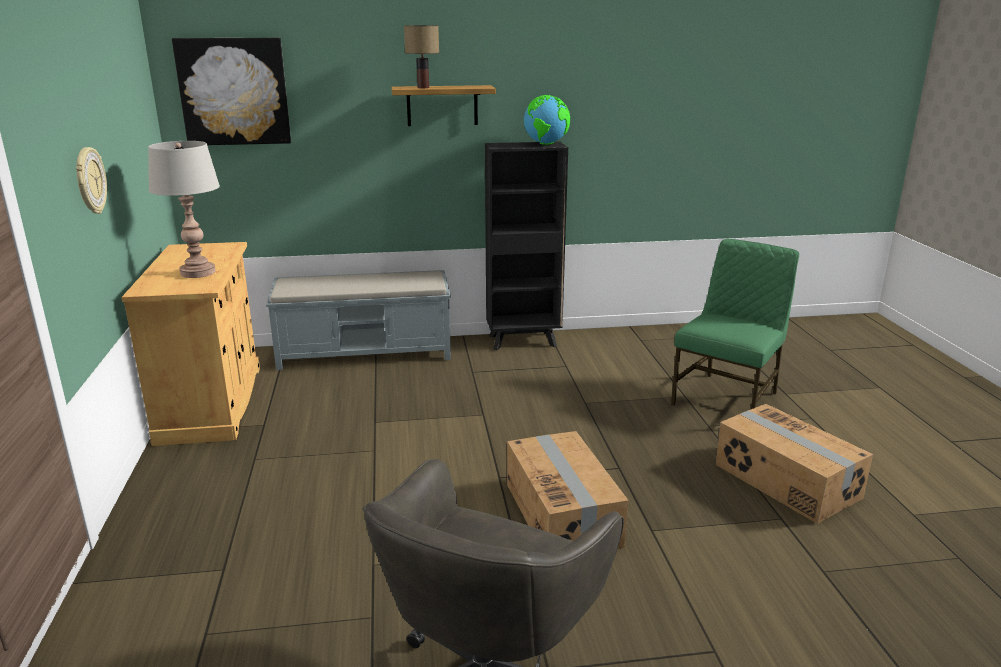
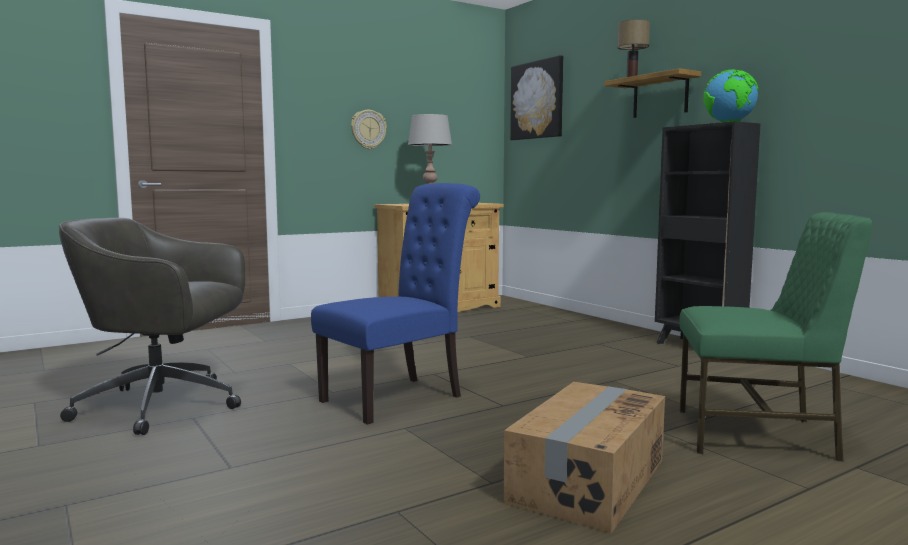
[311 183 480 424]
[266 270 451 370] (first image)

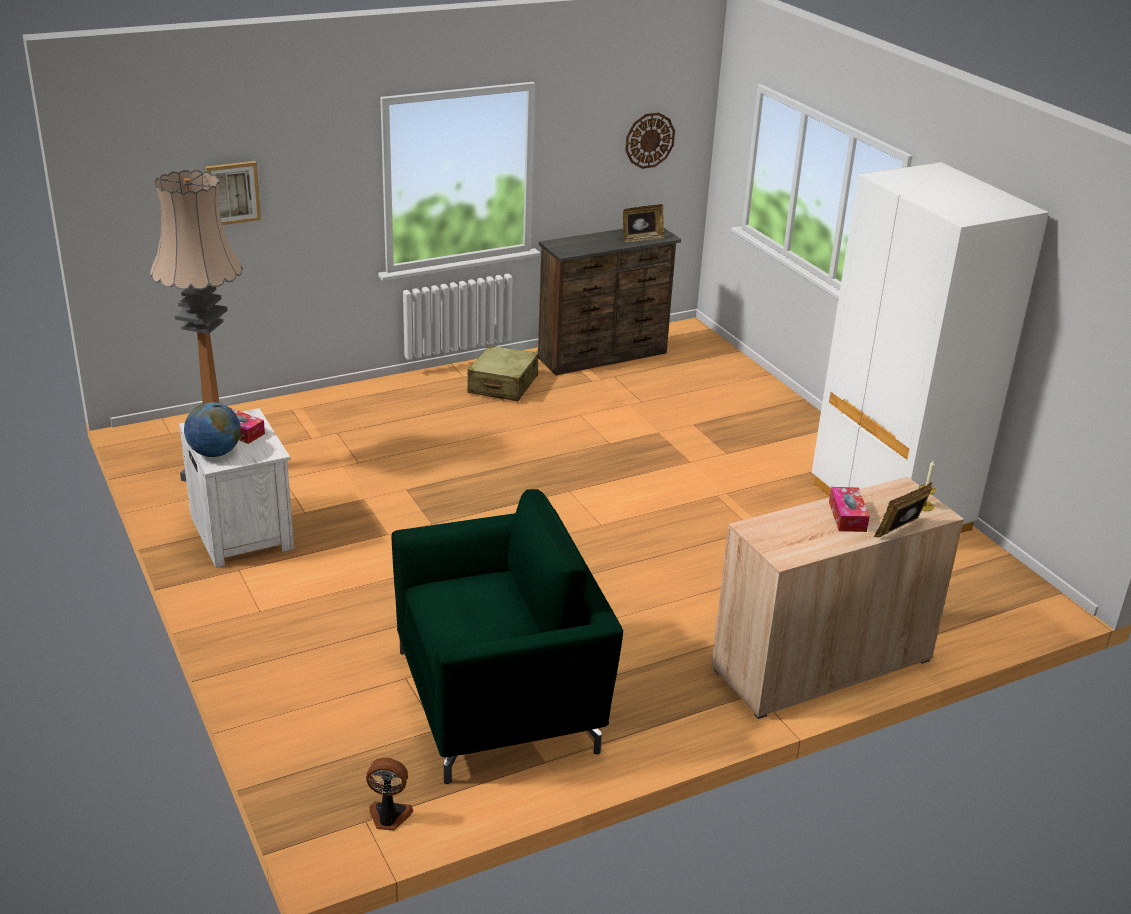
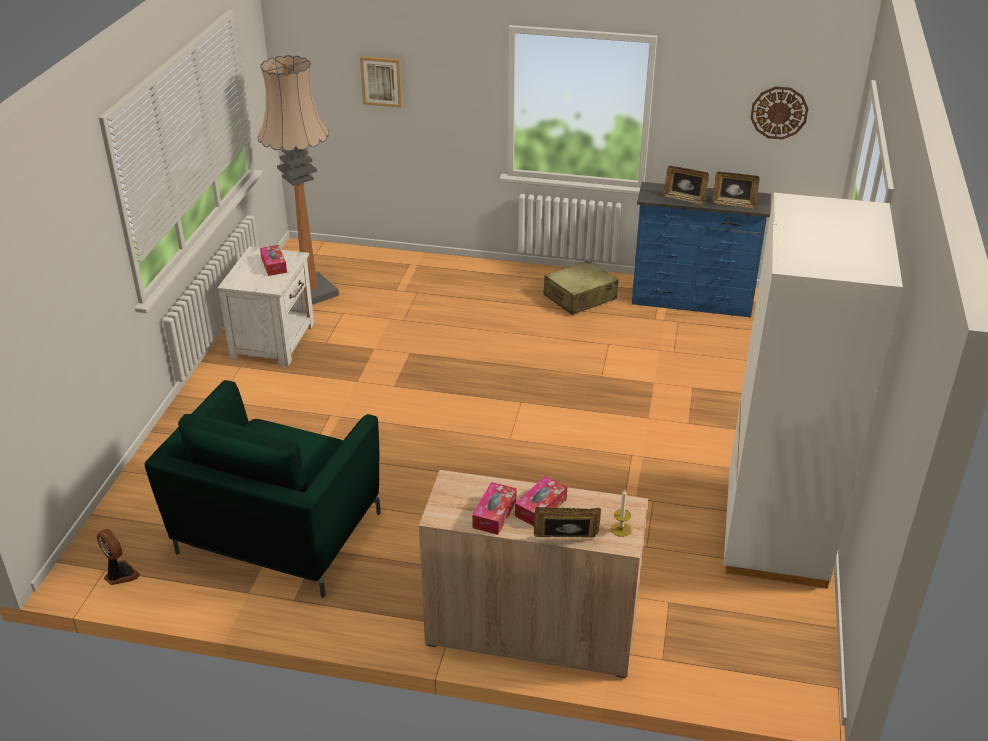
[144 380 381 598]
[472 482 516 535]
[632 182 771 318]
[663 166 709 205]
[184 402 241 457] (first image)

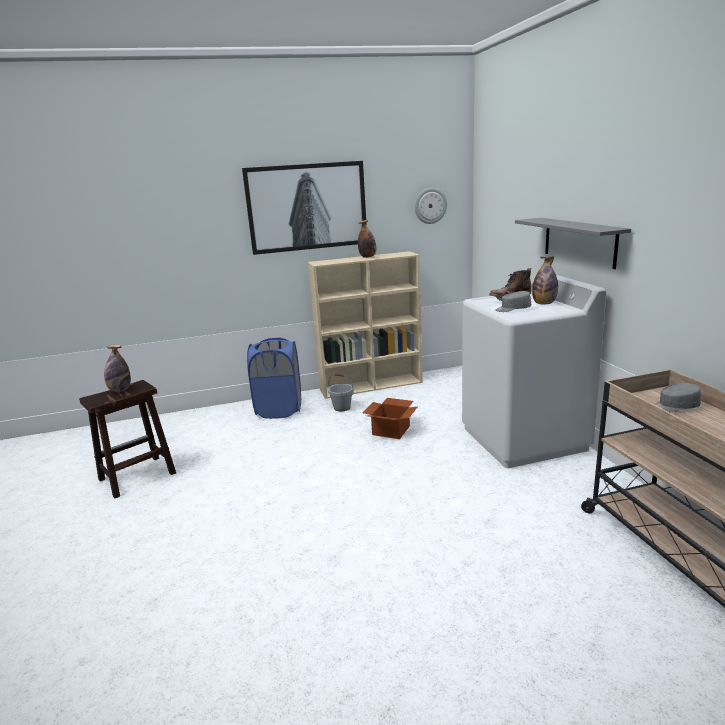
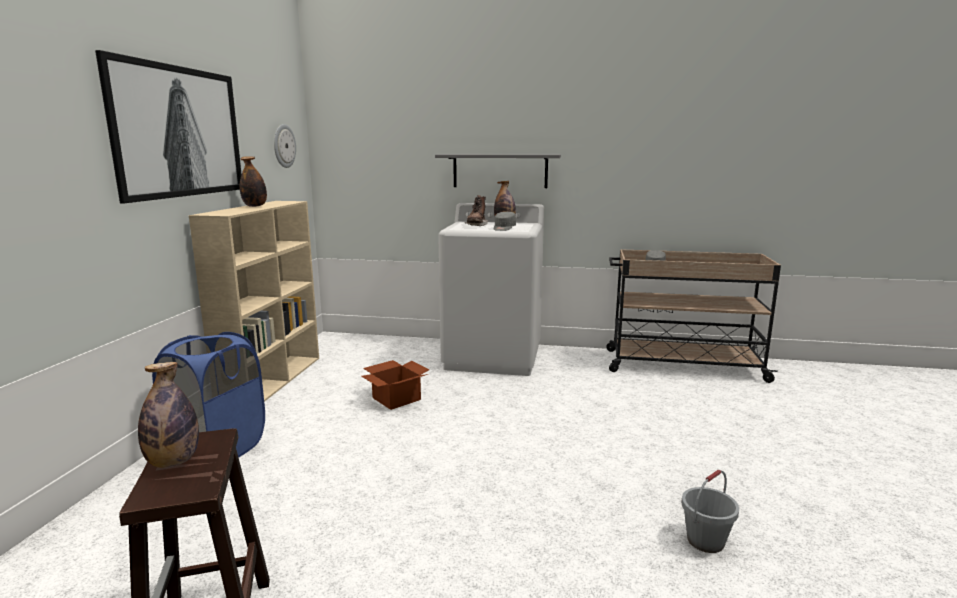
[681 470 739 553]

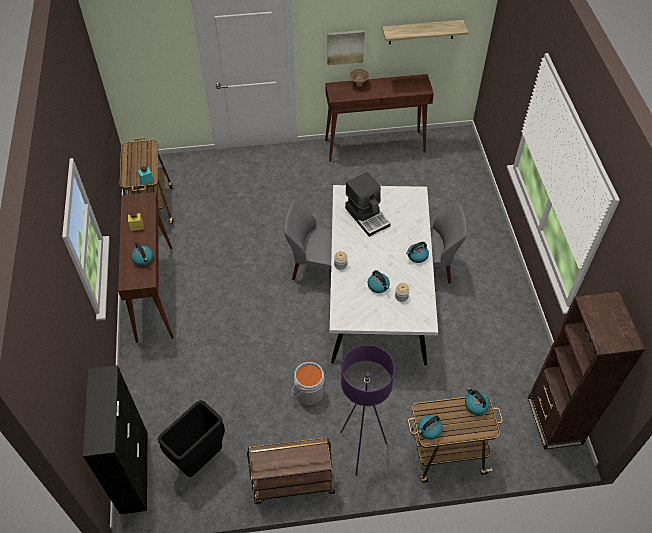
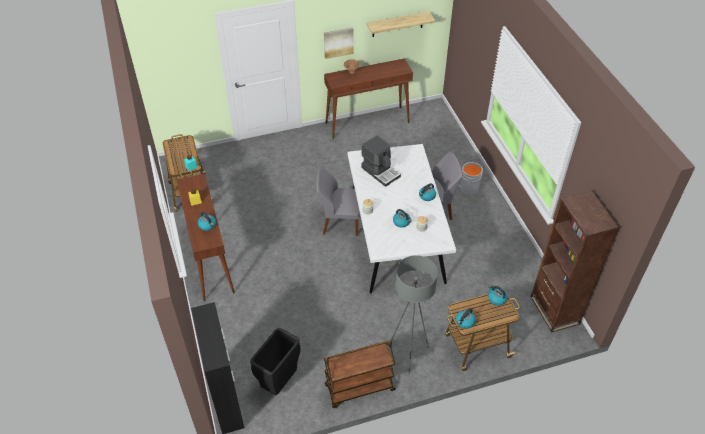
[389 255 438 374]
[459 162 483 195]

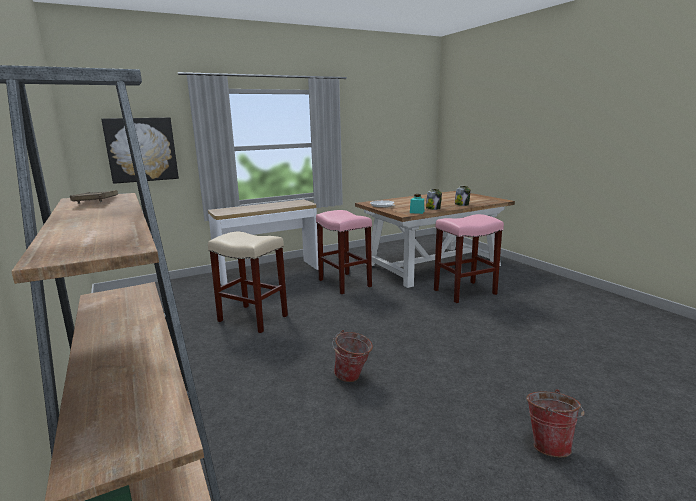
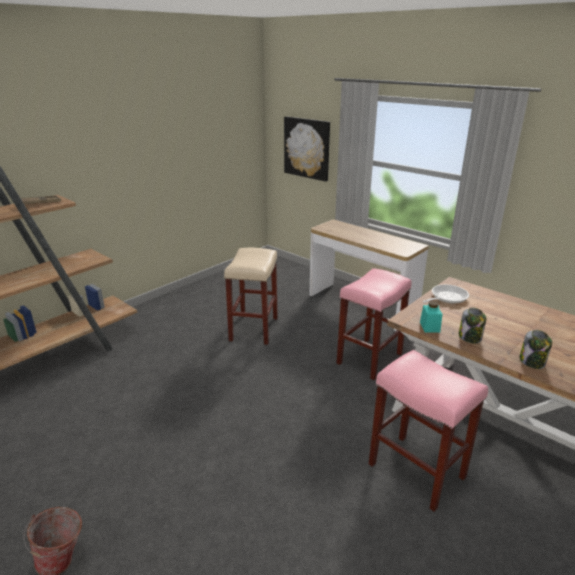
[332 330 373 382] (first image)

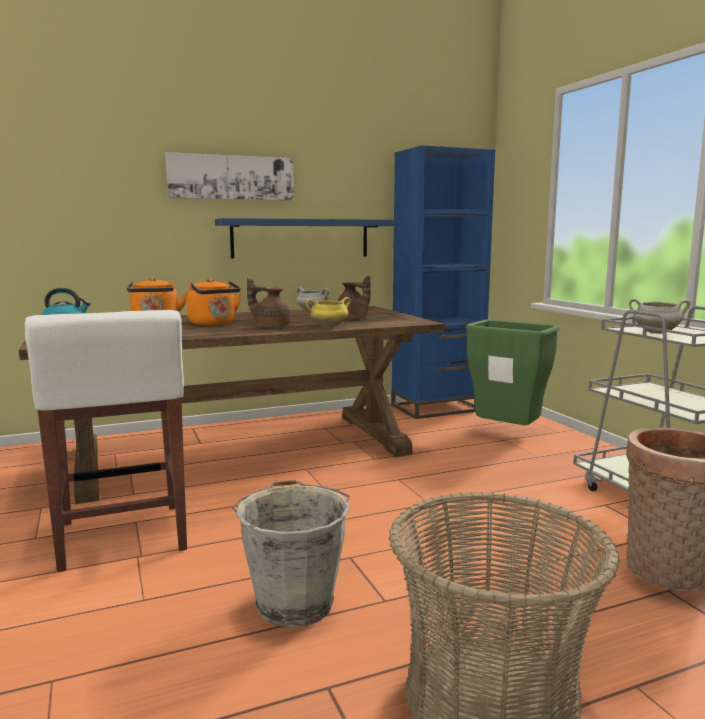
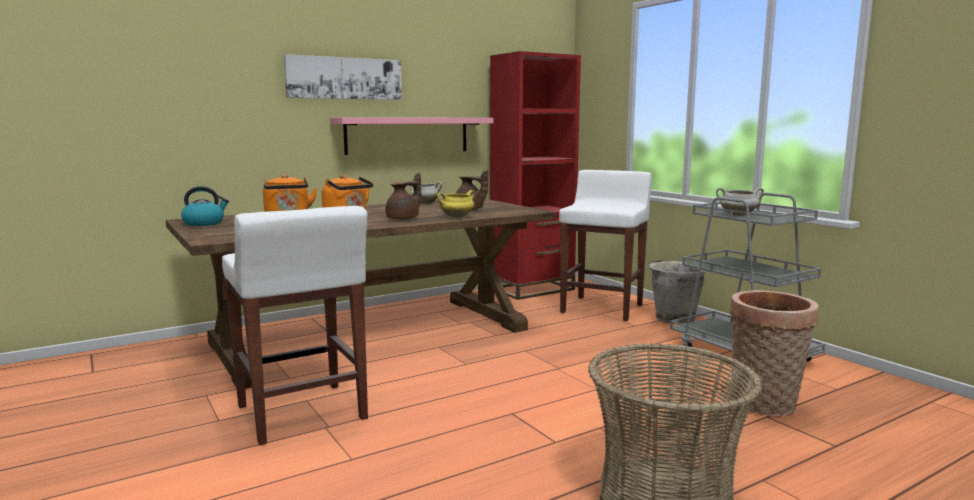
[330 117 494 155]
[385 173 422 220]
[490 51 581 300]
[559 170 652 321]
[648 259 706 324]

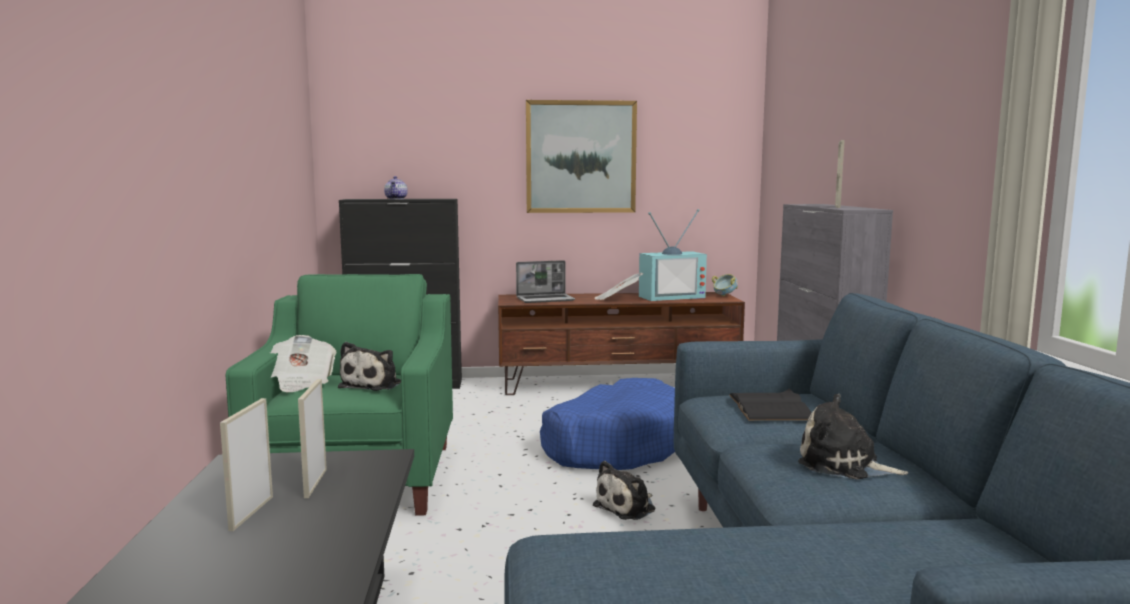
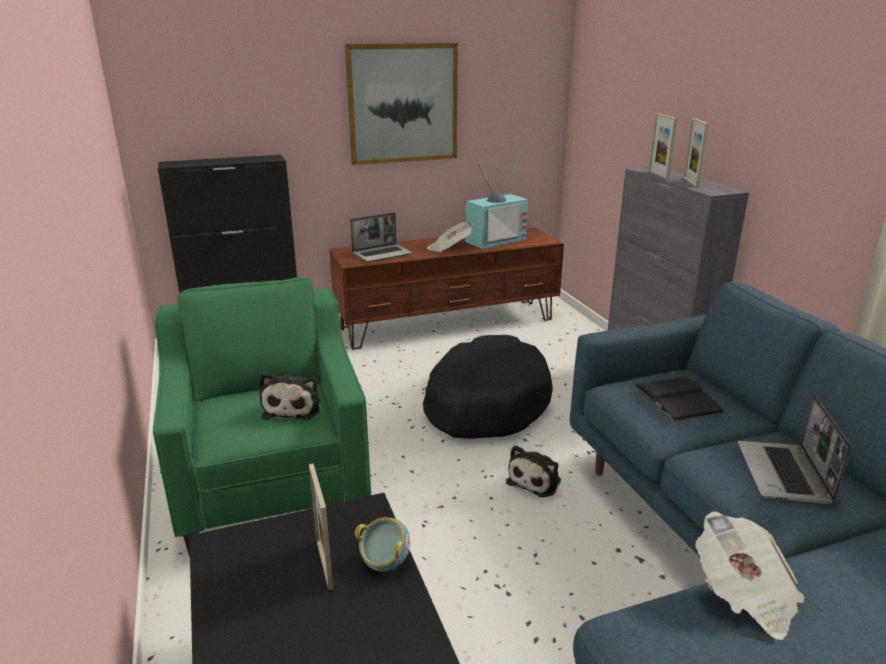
[355 517 410 572]
[423 335 553 439]
[648 113 677 179]
[696 511 805 640]
[738 395 851 504]
[384 176 408 199] (first image)

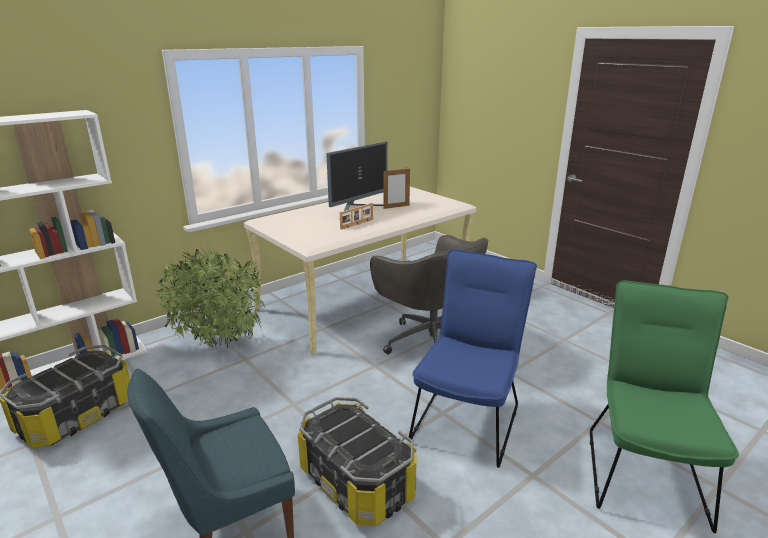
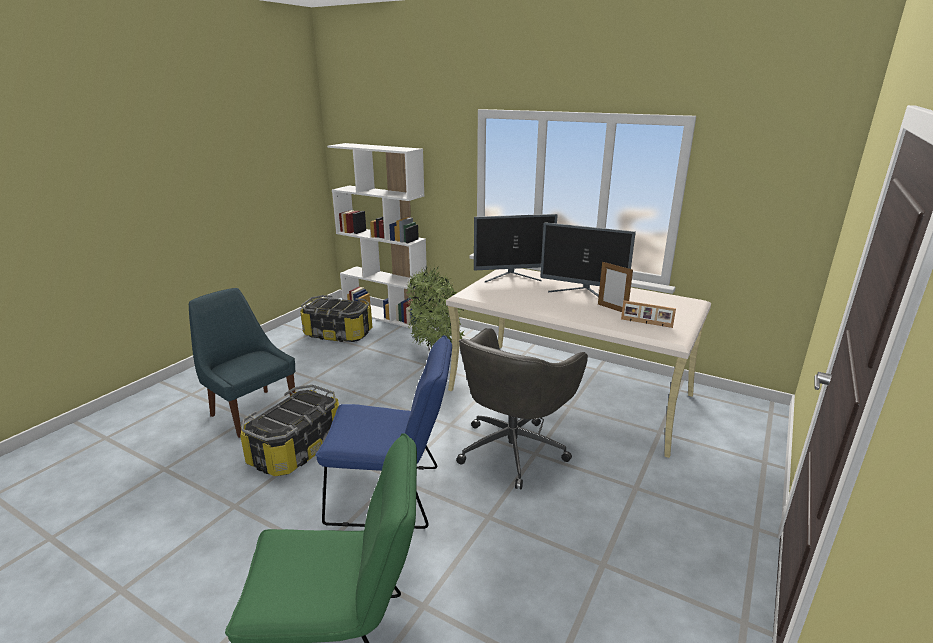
[474 214 558 282]
[621 300 676 328]

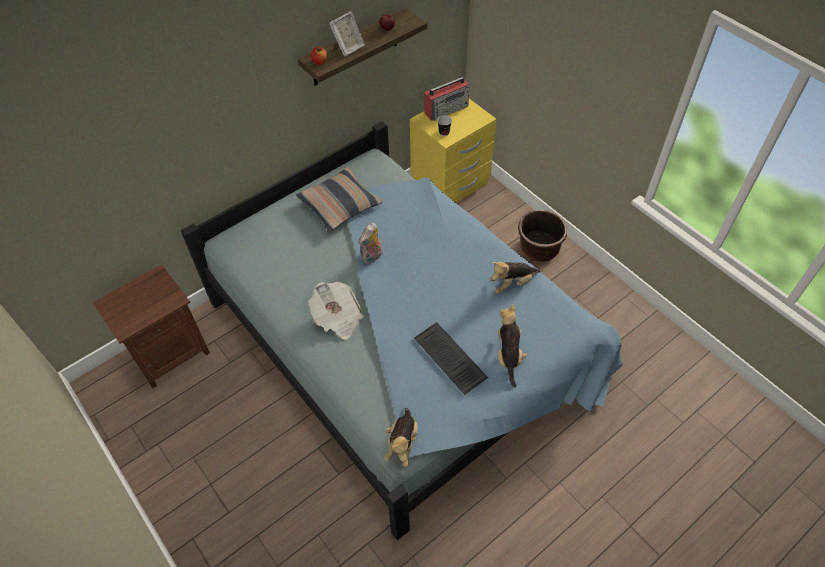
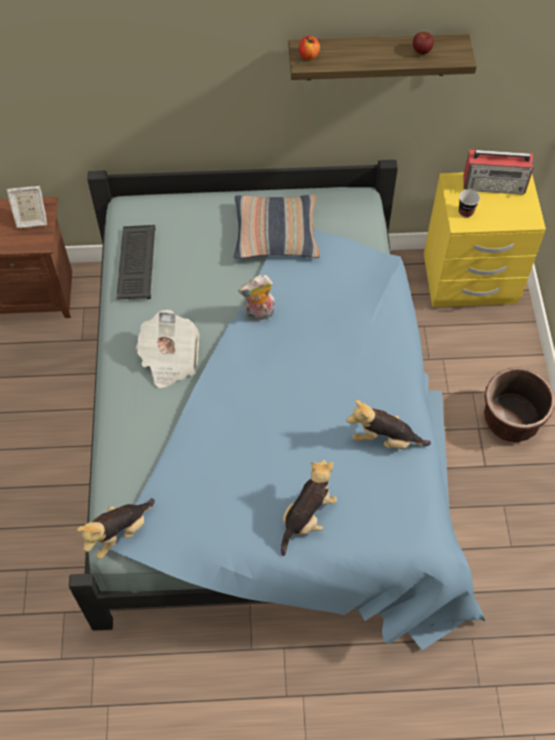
[7 186 47 228]
[116 225 156 300]

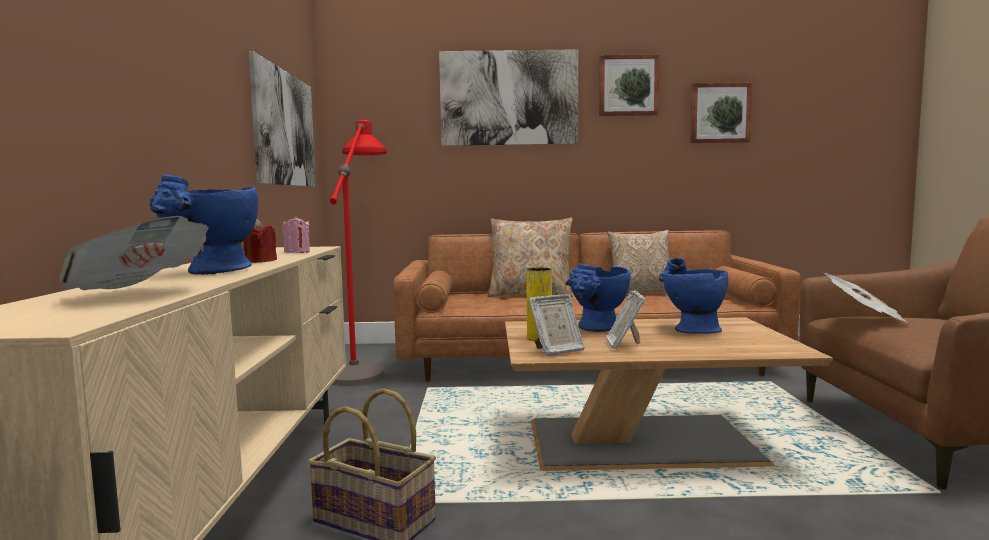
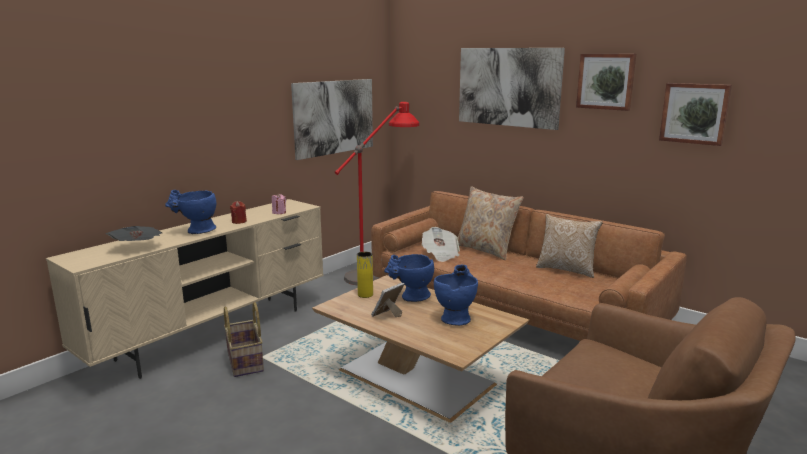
[421 227 460 262]
[528 294 585 356] (first image)

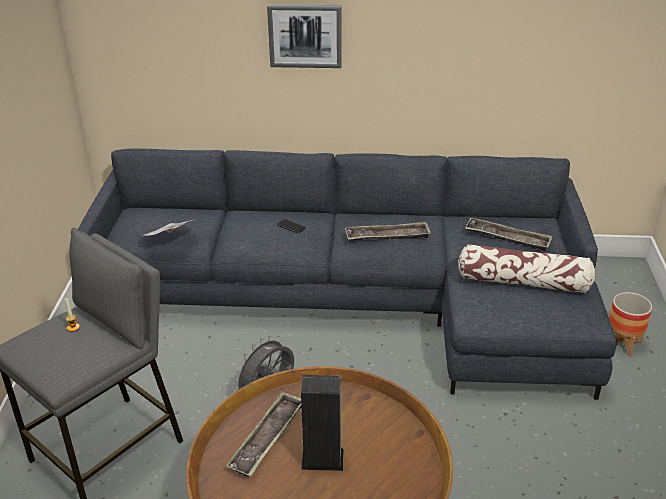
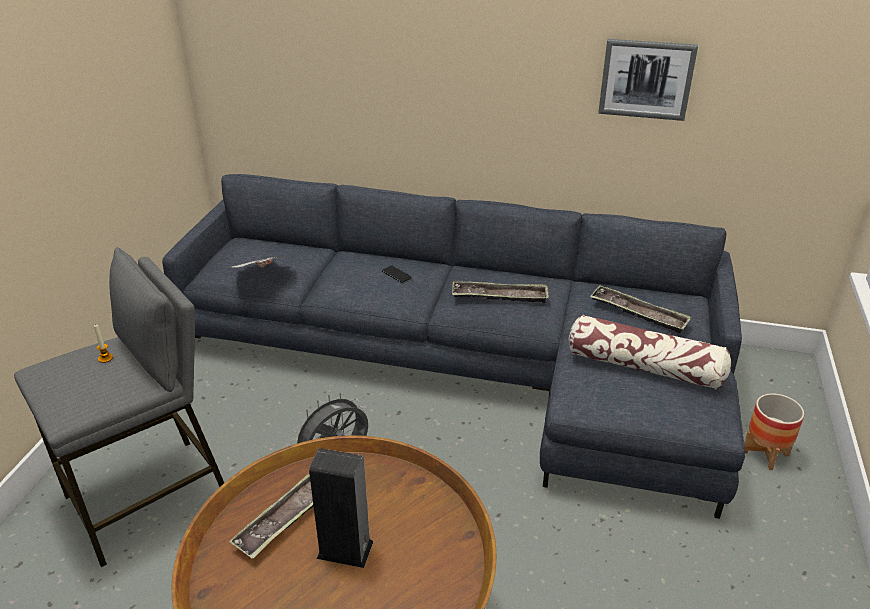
[598 39 698 121]

